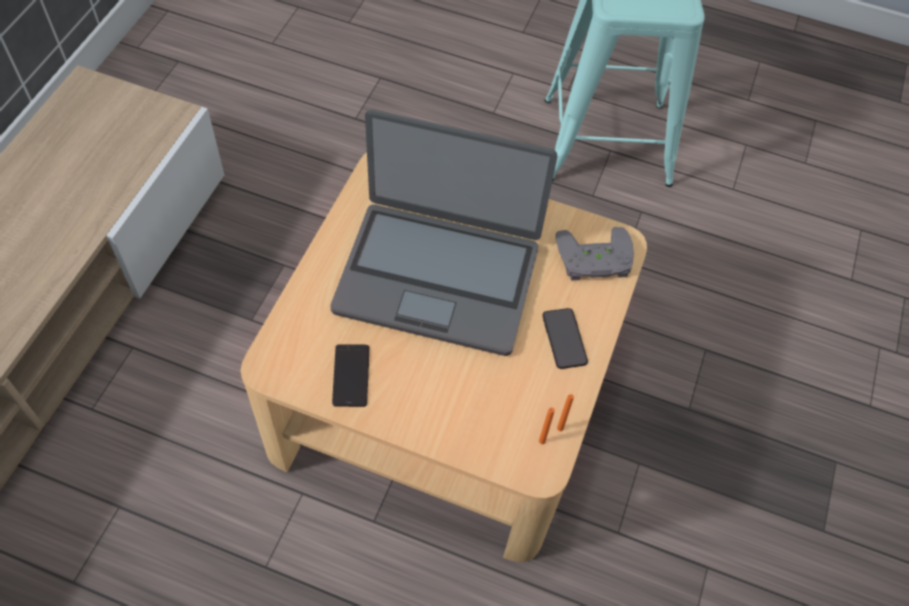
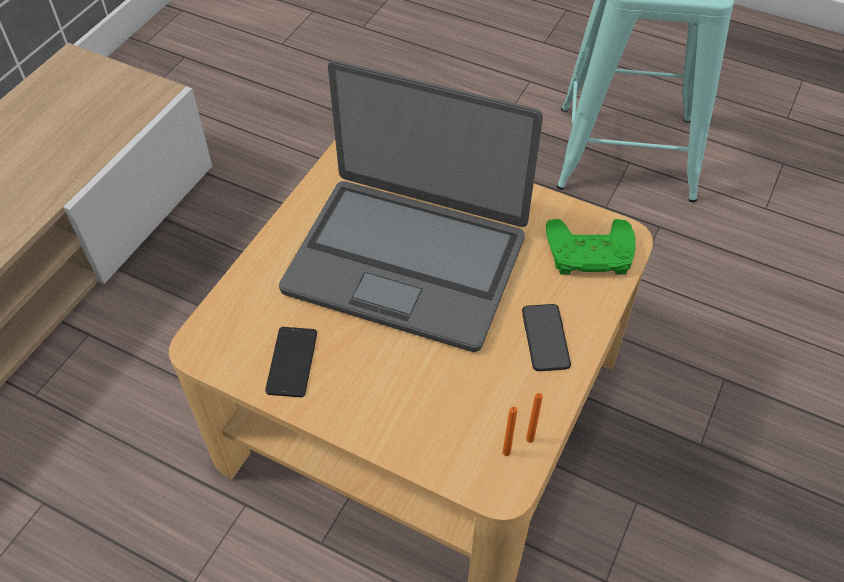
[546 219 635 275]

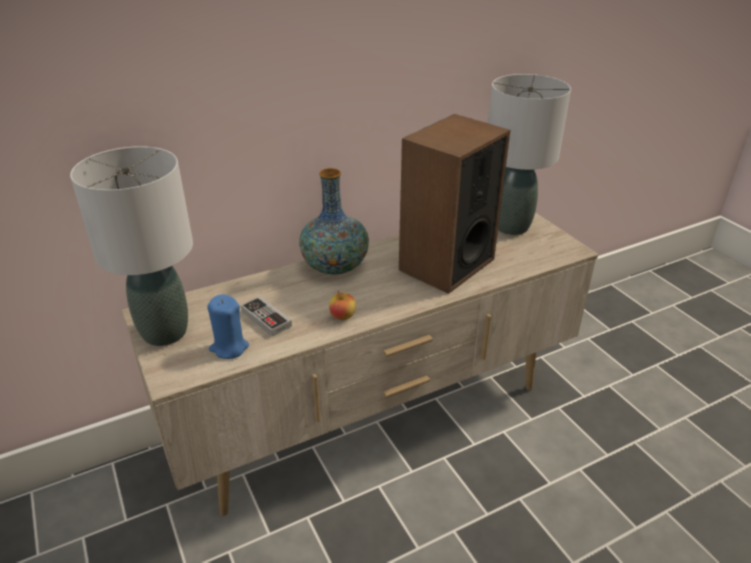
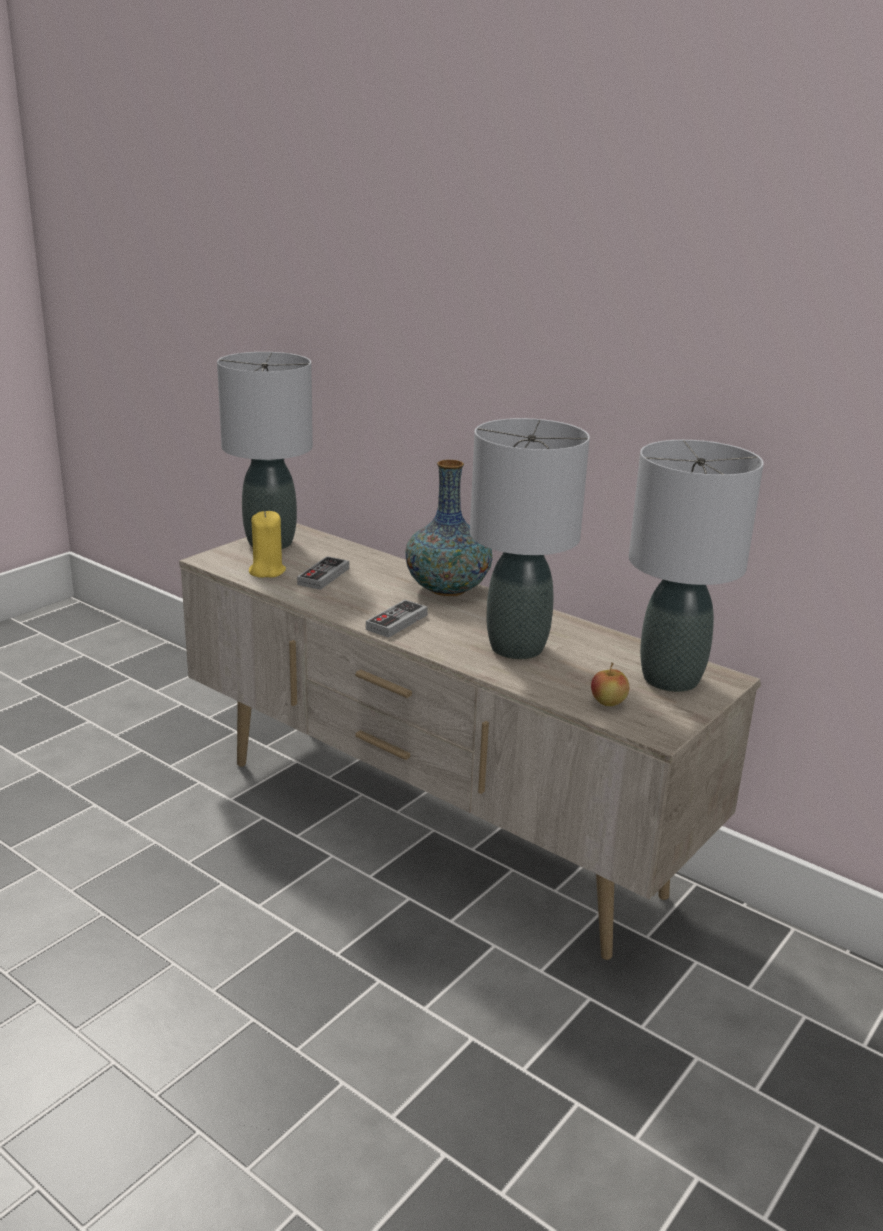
[249 511 286 578]
[366 600 428 638]
[470 418 590 659]
[591 662 629 706]

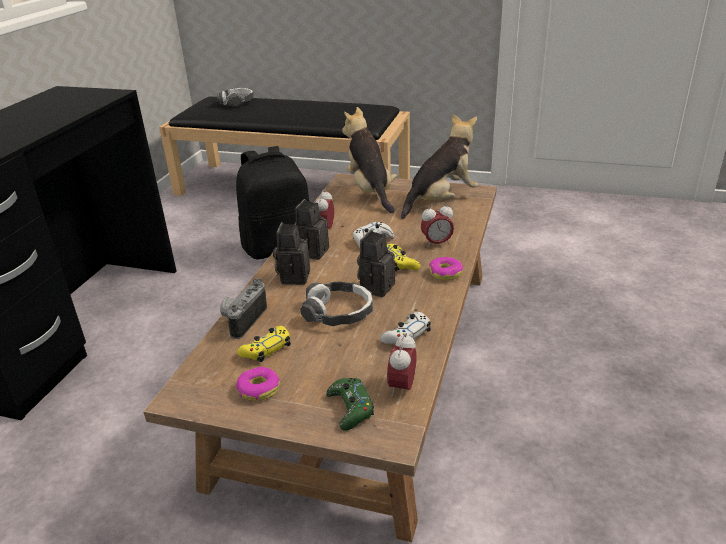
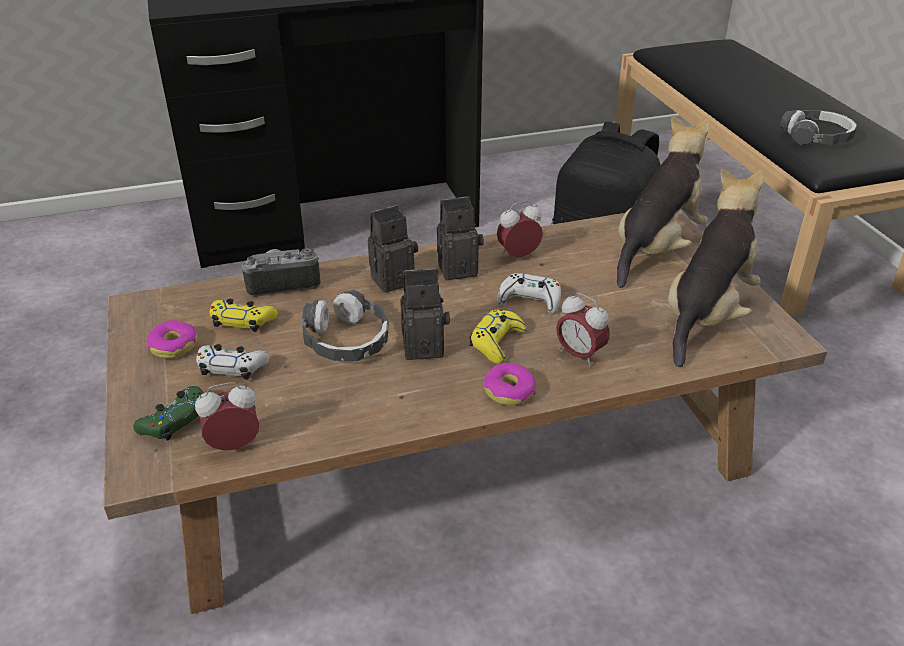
[196 344 269 380]
[668 168 764 367]
[780 110 857 145]

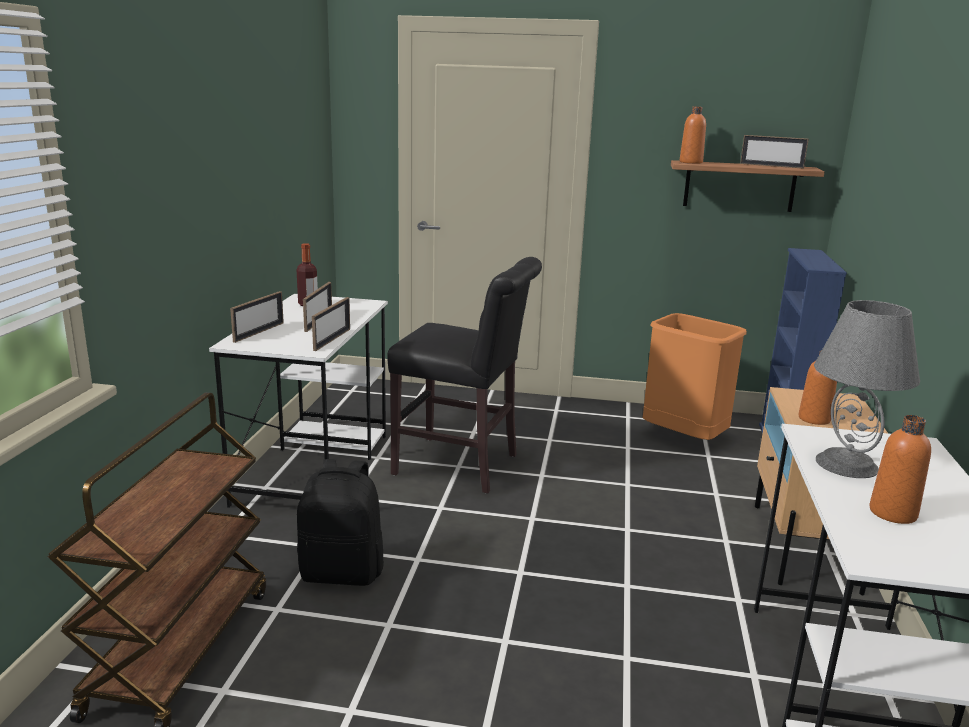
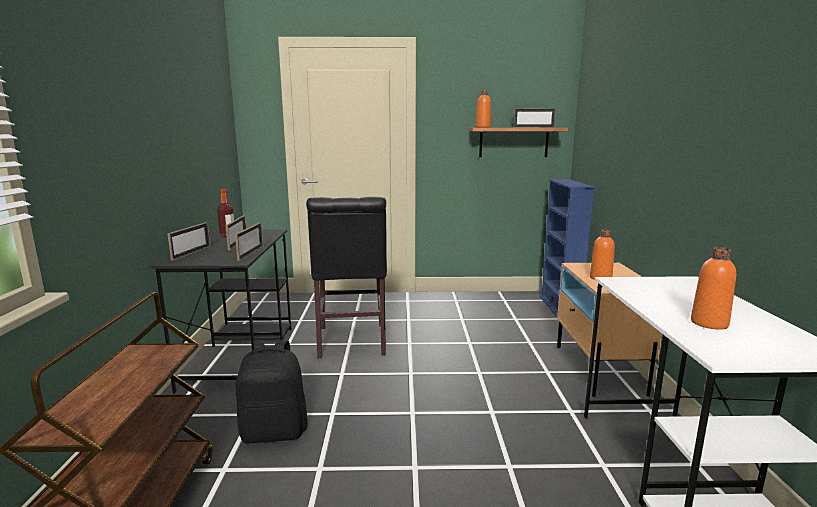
[151 229 291 394]
[306 197 387 359]
[643 313 747 440] (first image)
[814 300 920 478] (first image)

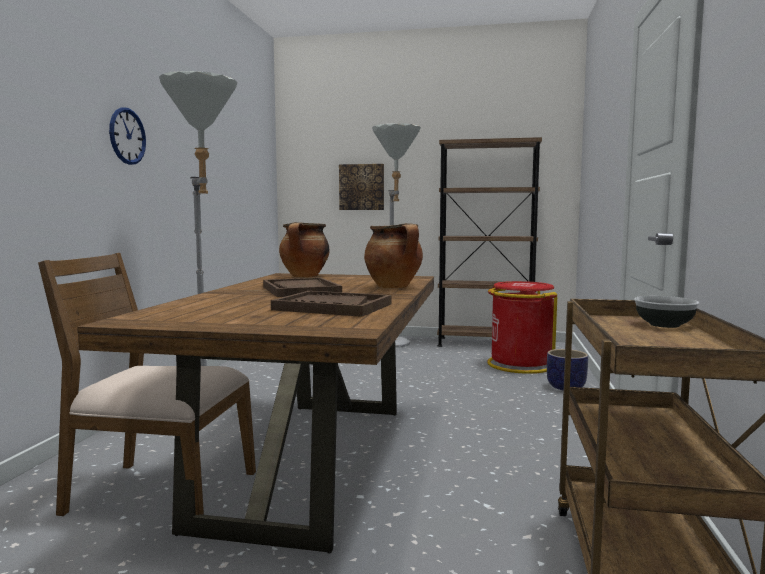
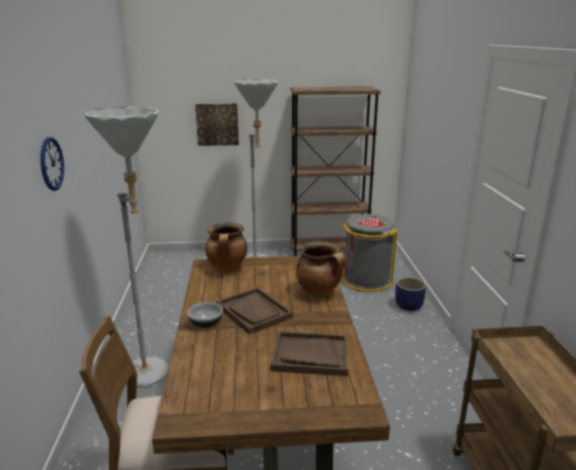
[187 302 223 328]
[341 214 398 292]

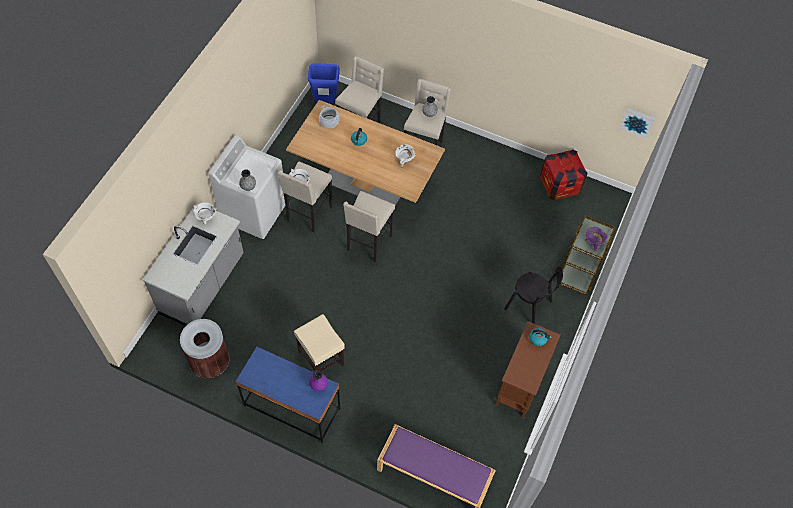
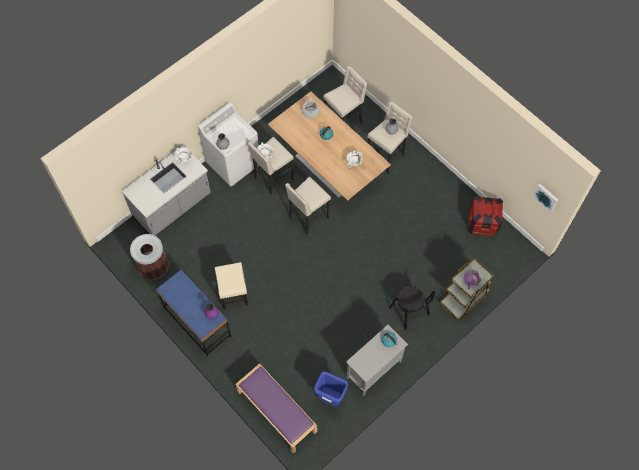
[314 371 348 406]
[346 325 408 396]

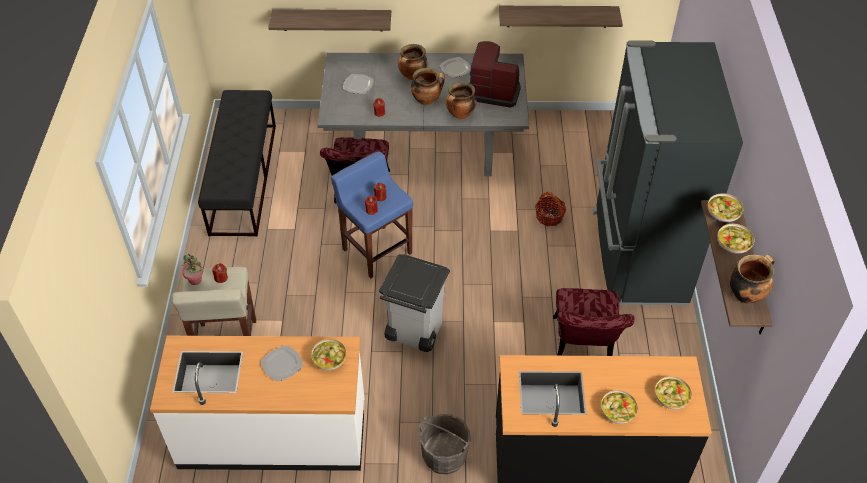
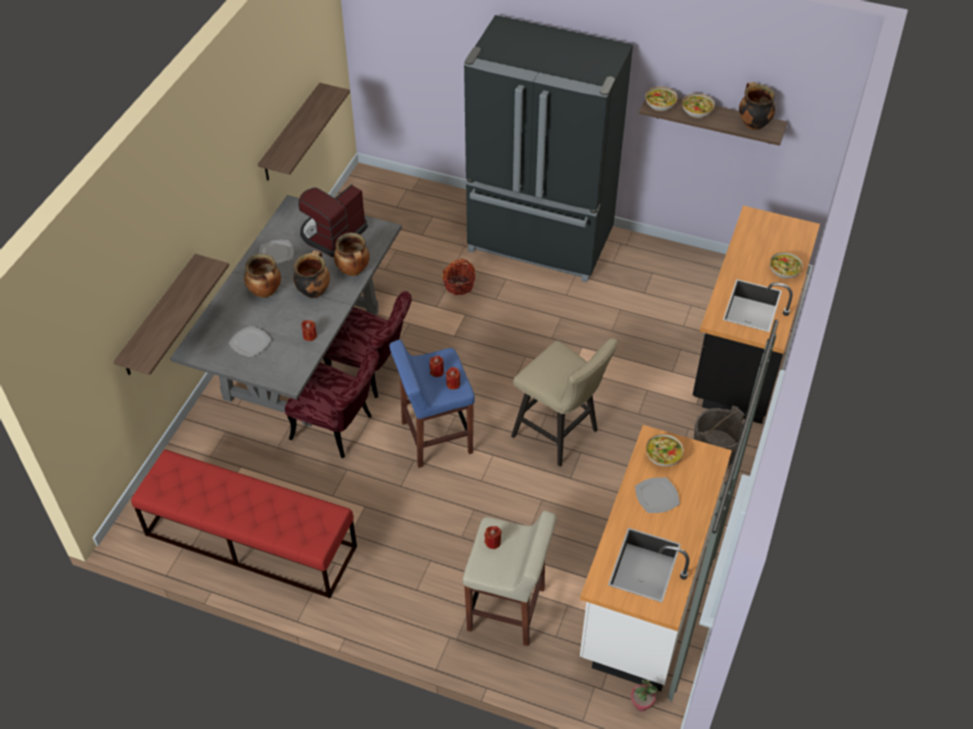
[131 450 357 598]
[323 291 412 398]
[511 338 618 466]
[631 679 658 711]
[655 376 692 409] (first image)

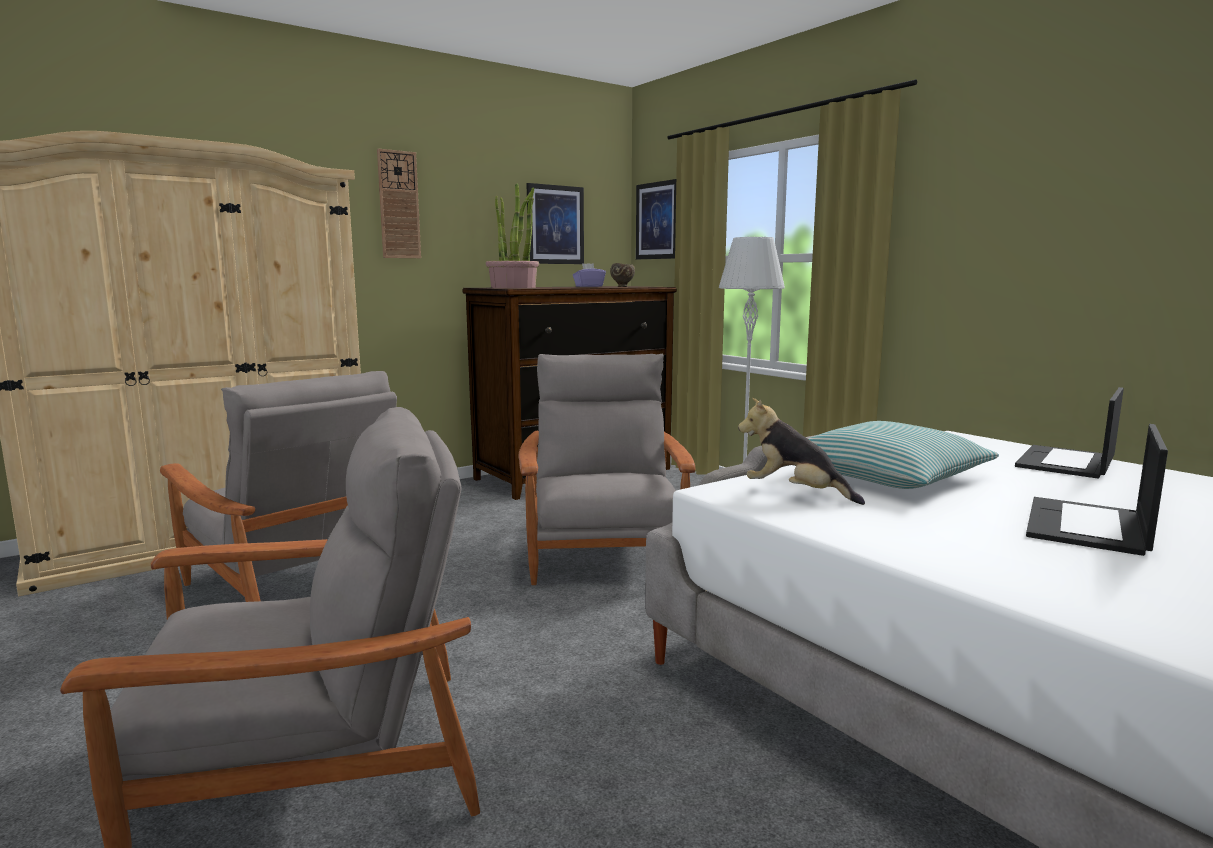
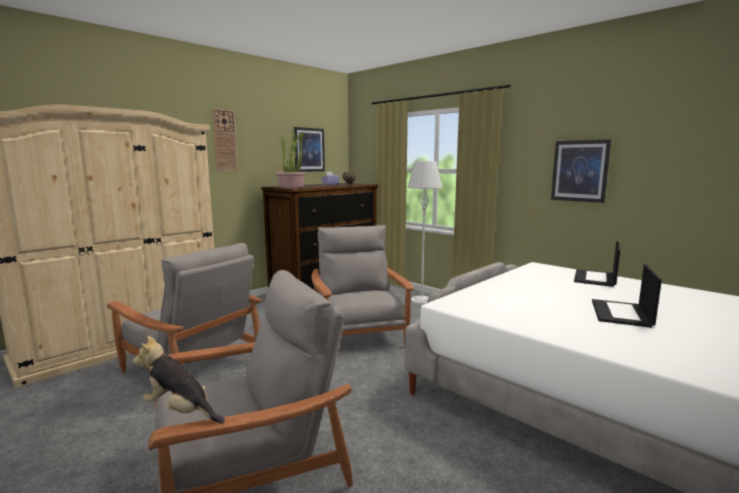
[133 335 225 423]
[551 139 611 203]
[808 421 999 489] (first image)

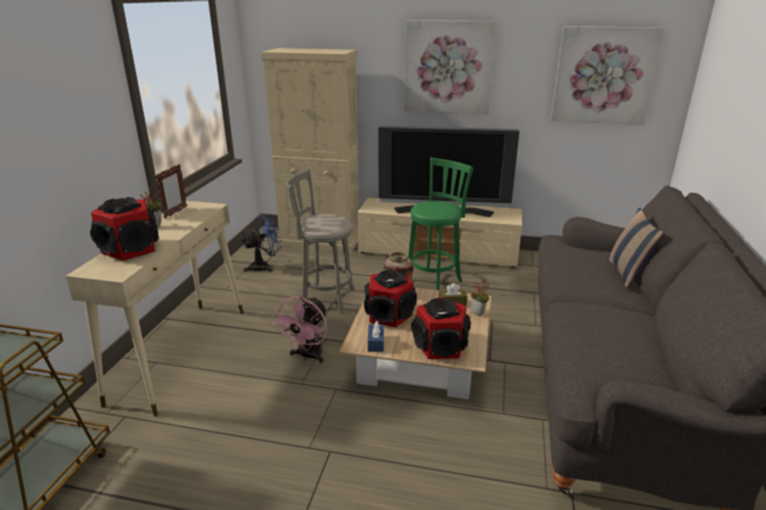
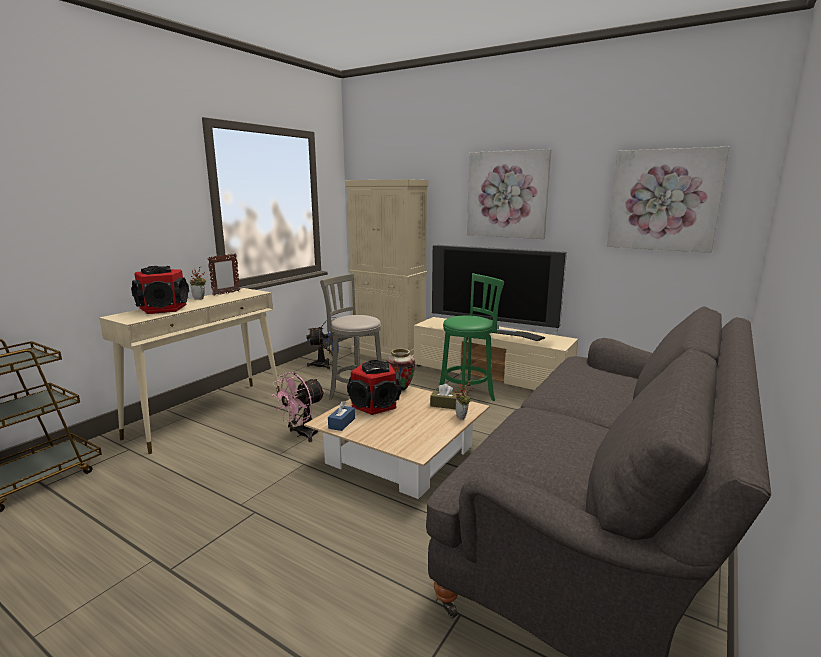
[411 297 471 359] (first image)
[608 208 663 288] (first image)

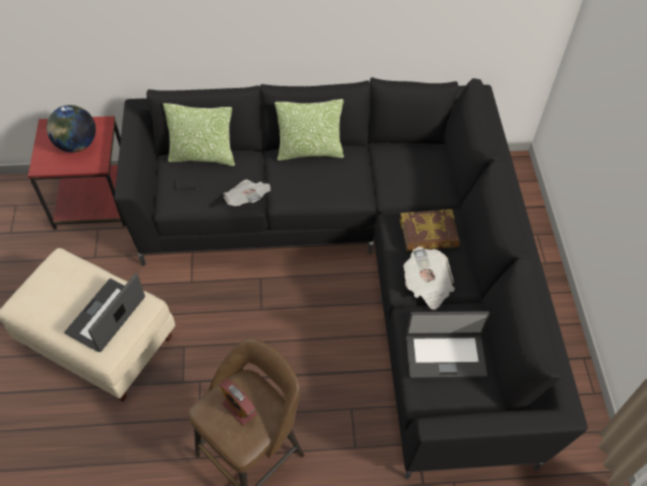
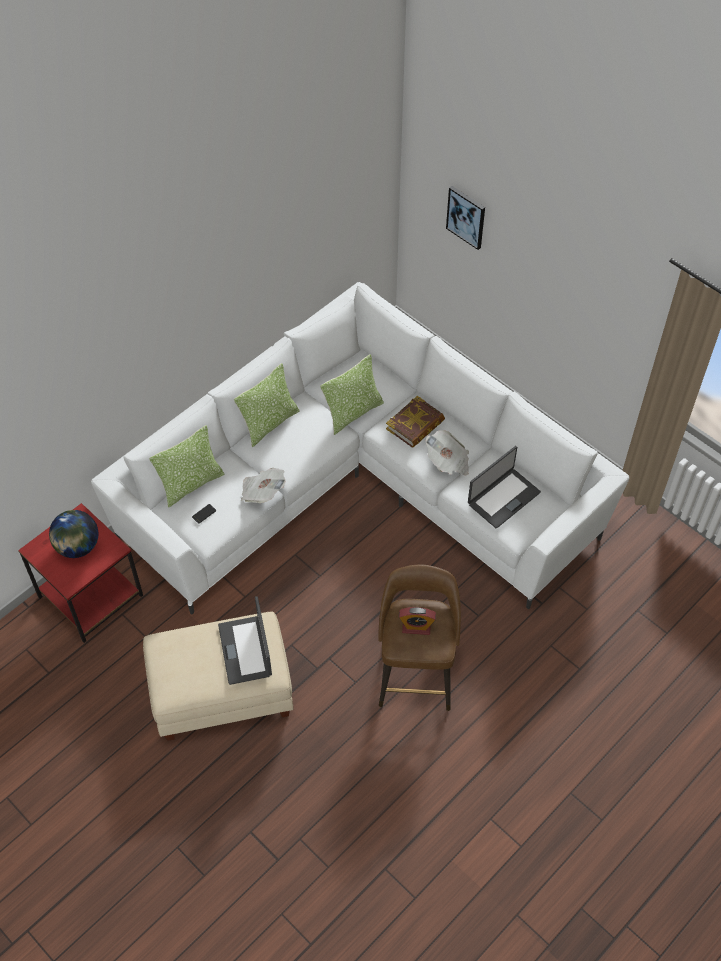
[91 282 629 615]
[320 354 384 435]
[446 186 485 250]

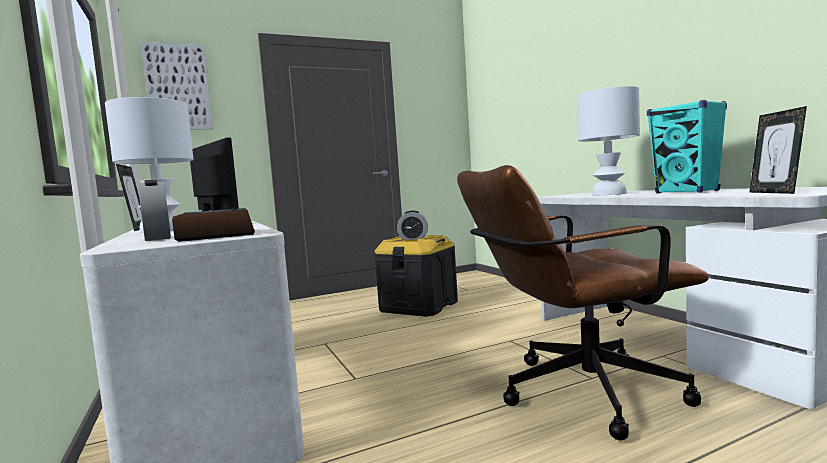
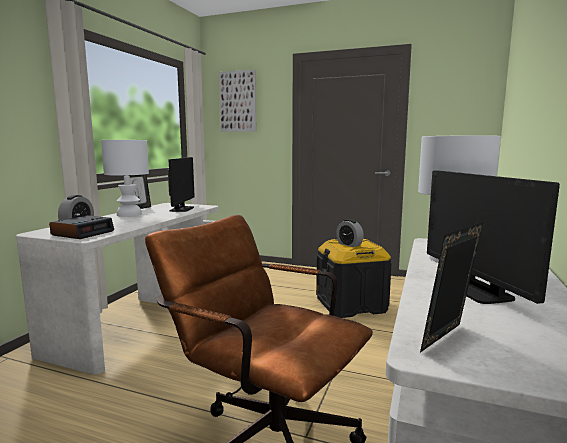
[427 170 560 304]

